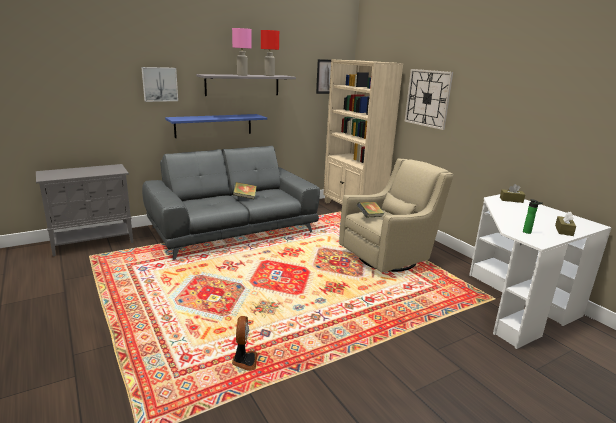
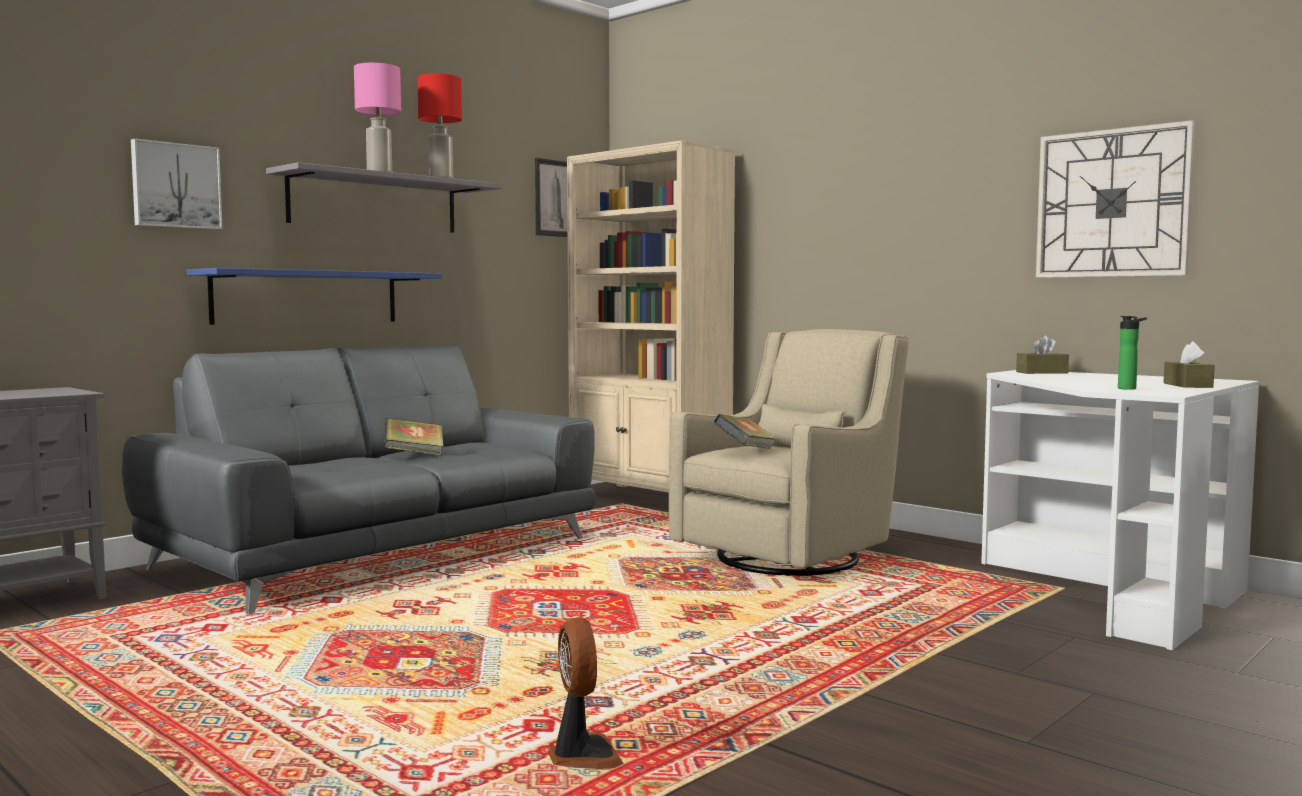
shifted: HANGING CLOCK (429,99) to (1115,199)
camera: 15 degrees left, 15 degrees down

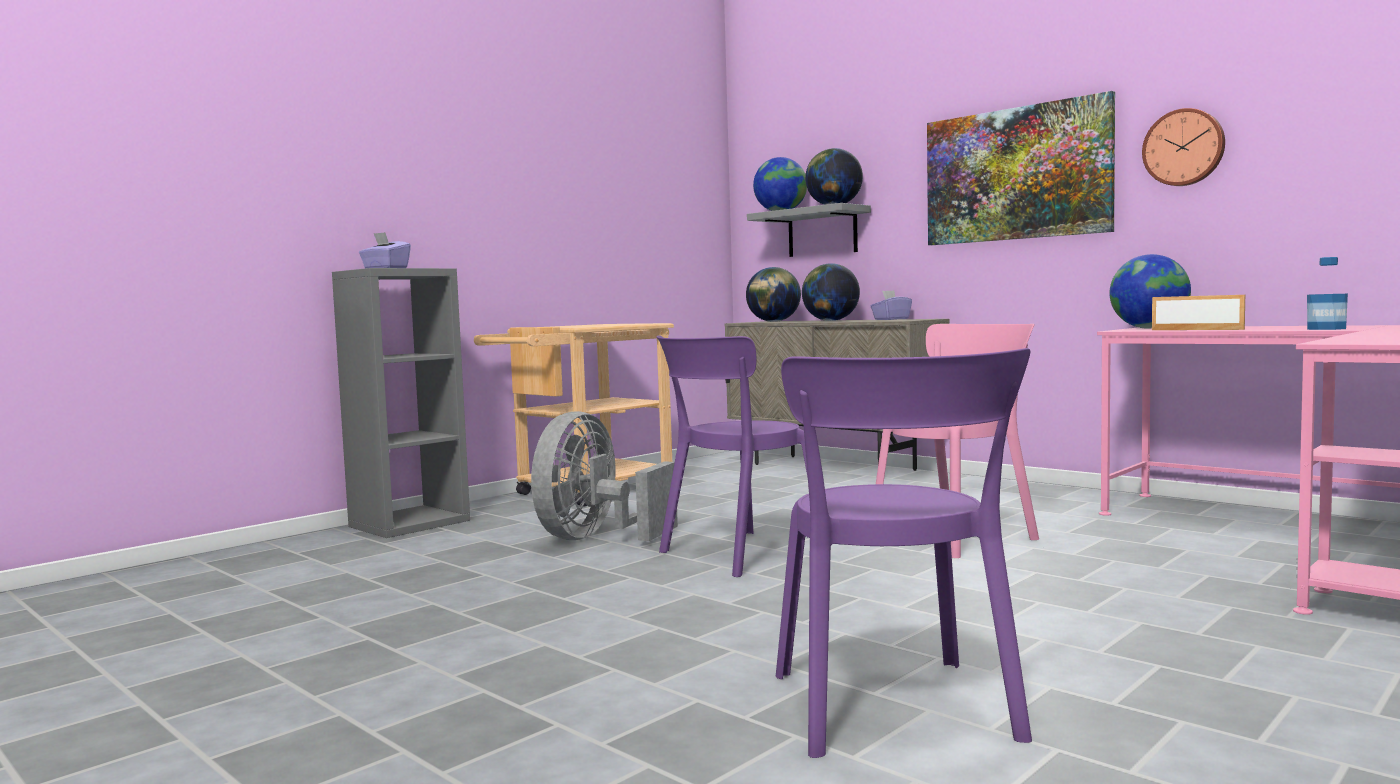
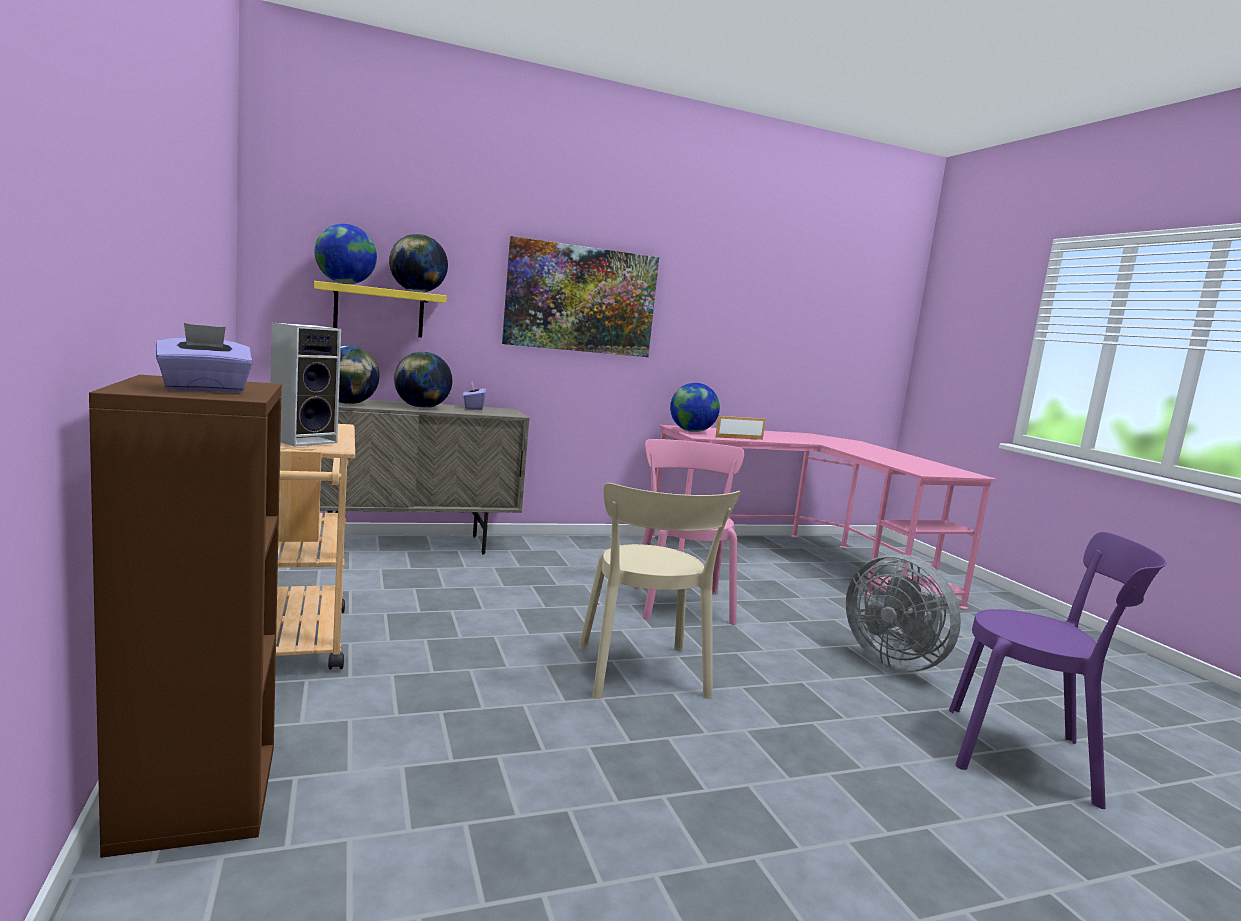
gone: HANGING CLOCK (1183,147); BEVERAGE BOTTLE (1327,293)
new: AUDIO SPEAKER (306,384)
shifted: GREYISH COOLING FAN (604,476) to (903,613)
repainted: GREYISH BOOKCASE (401,403) to BROWN BOOKCASE (185,616); PURPLE PLAIN CHAIR (732,456) to BEIGE PLAIN CHAIR (659,591); GREYISH SHELF (809,230) to YELLOWISH SHELF (380,309)
camera: 65 degrees left, 5 degrees up

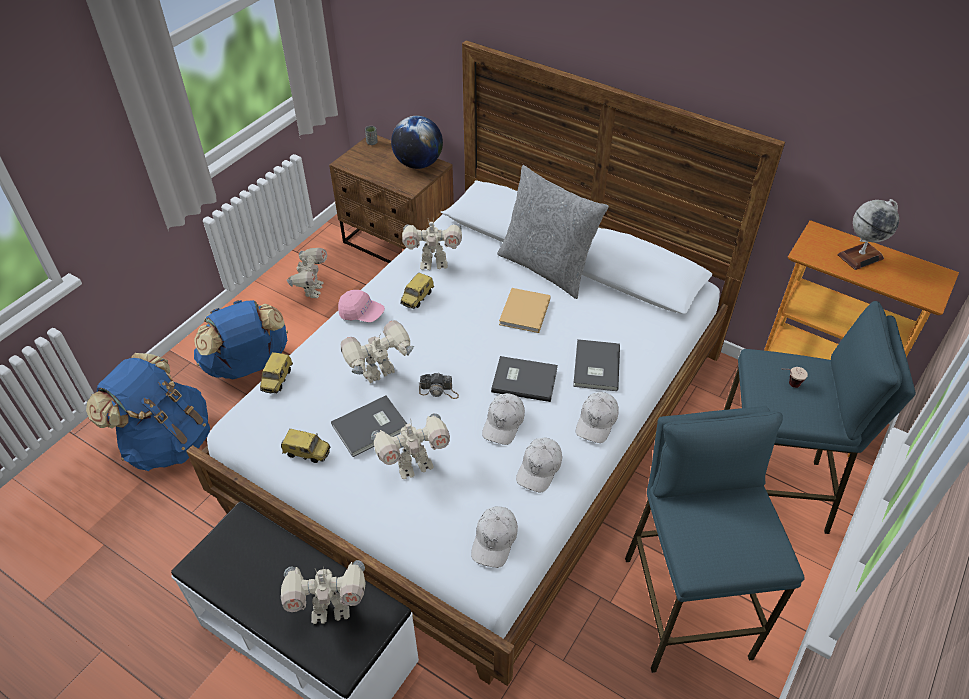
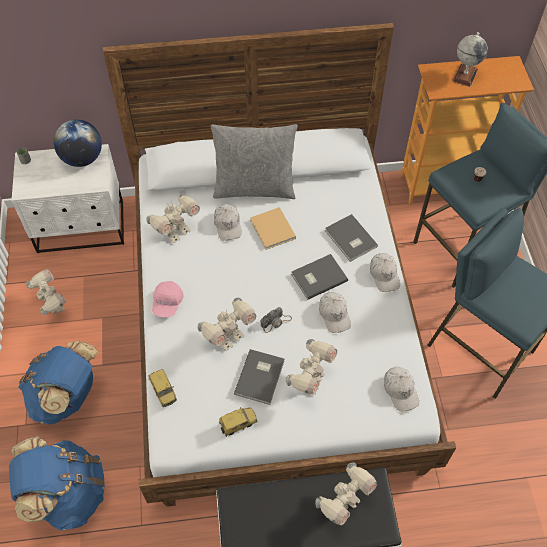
gone: MODEL CAR (417,291)
shifted: WHITE PEAKED CAP (539,465) to (228,222)
repainted: BROWN BEDSIDE TABLE (391,199) to WHITE BEDSIDE TABLE (67,198)
rotated: PINK PEAKED CAP (361,306) = (168,299) 120 degrees clockwise; MODEL ROBOT (377,351) = (227,324) 150 degrees counterclockwise
camera: 40 degrees left, 10 degrees up

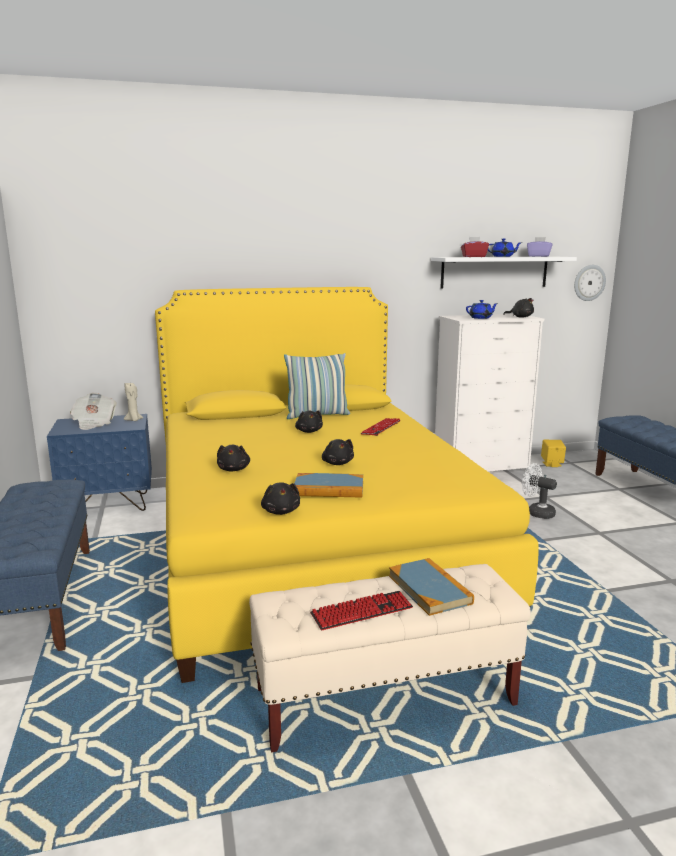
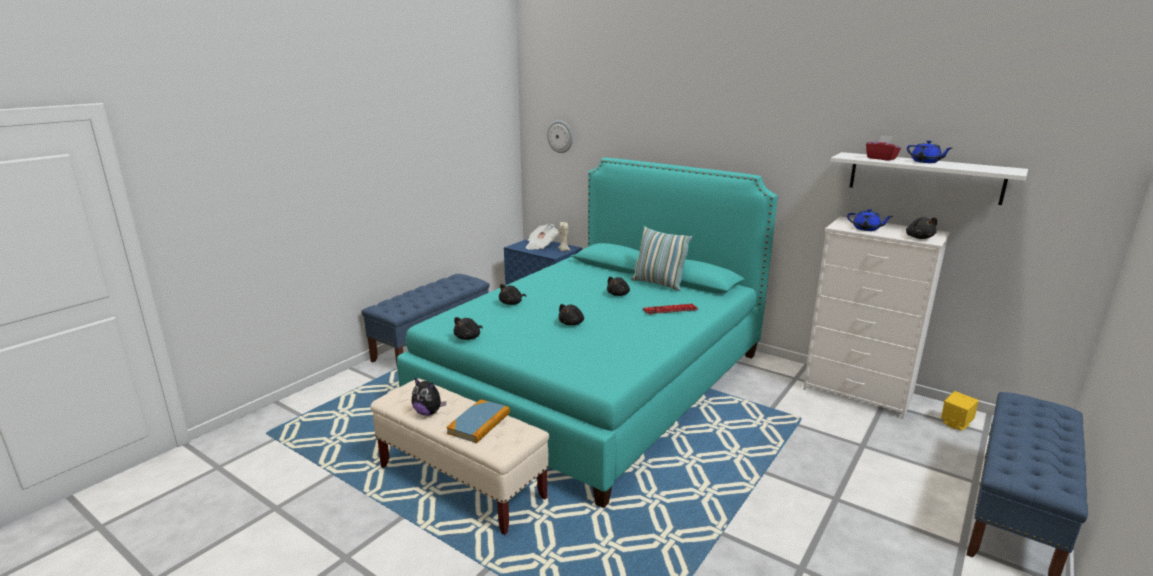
gone: BOUND BOOK (328,485); WHITE COOLING FAN (539,491); PURPLE BOX OF TISSUES (540,247)
shifted: HANGING CLOCK (590,283) to (560,136)
swapped: KEYBOARD (361,610) to PLUSH TOY (429,397)
repainted: YELLOWISH BED (347,485) to BLUE-GREEN BED (587,333)
camera: 50 degrees right, 5 degrees up

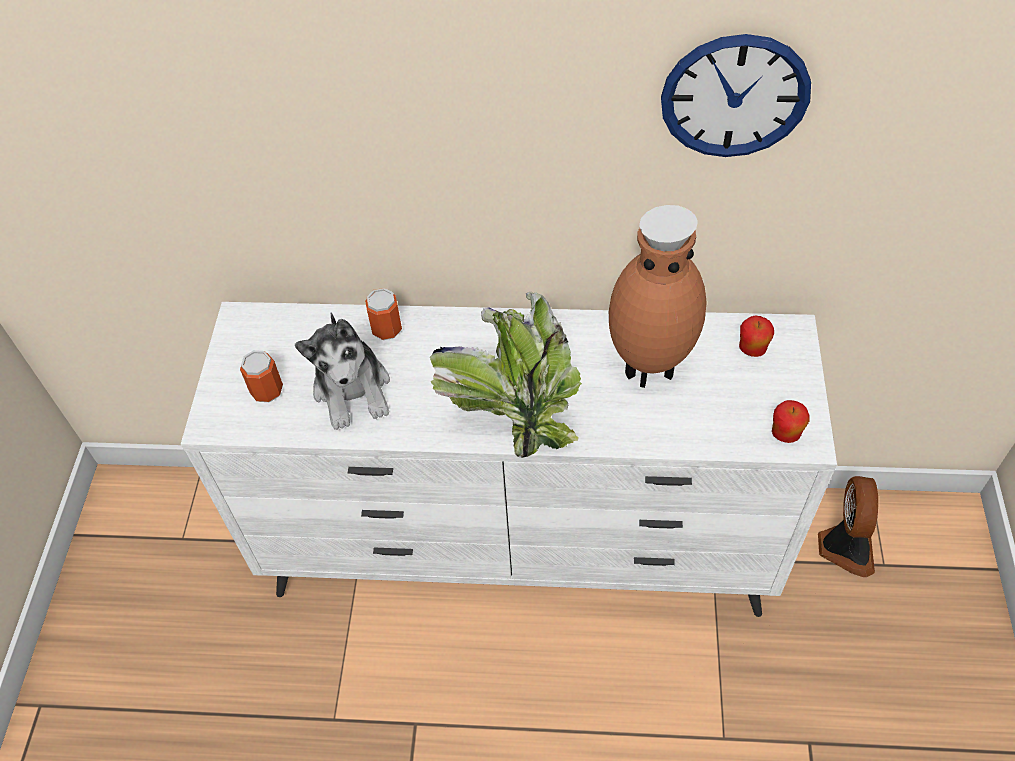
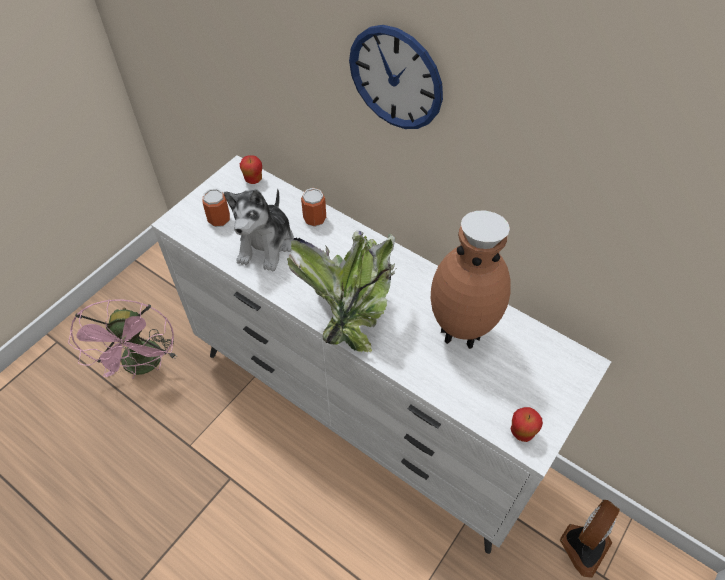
new: PINK COOLING FAN (122,339)
shifted: HANGING CLOCK (736,95) to (396,77); APPLE FRUIT (756,336) to (251,169)
camera: 30 degrees right, 0 degrees up

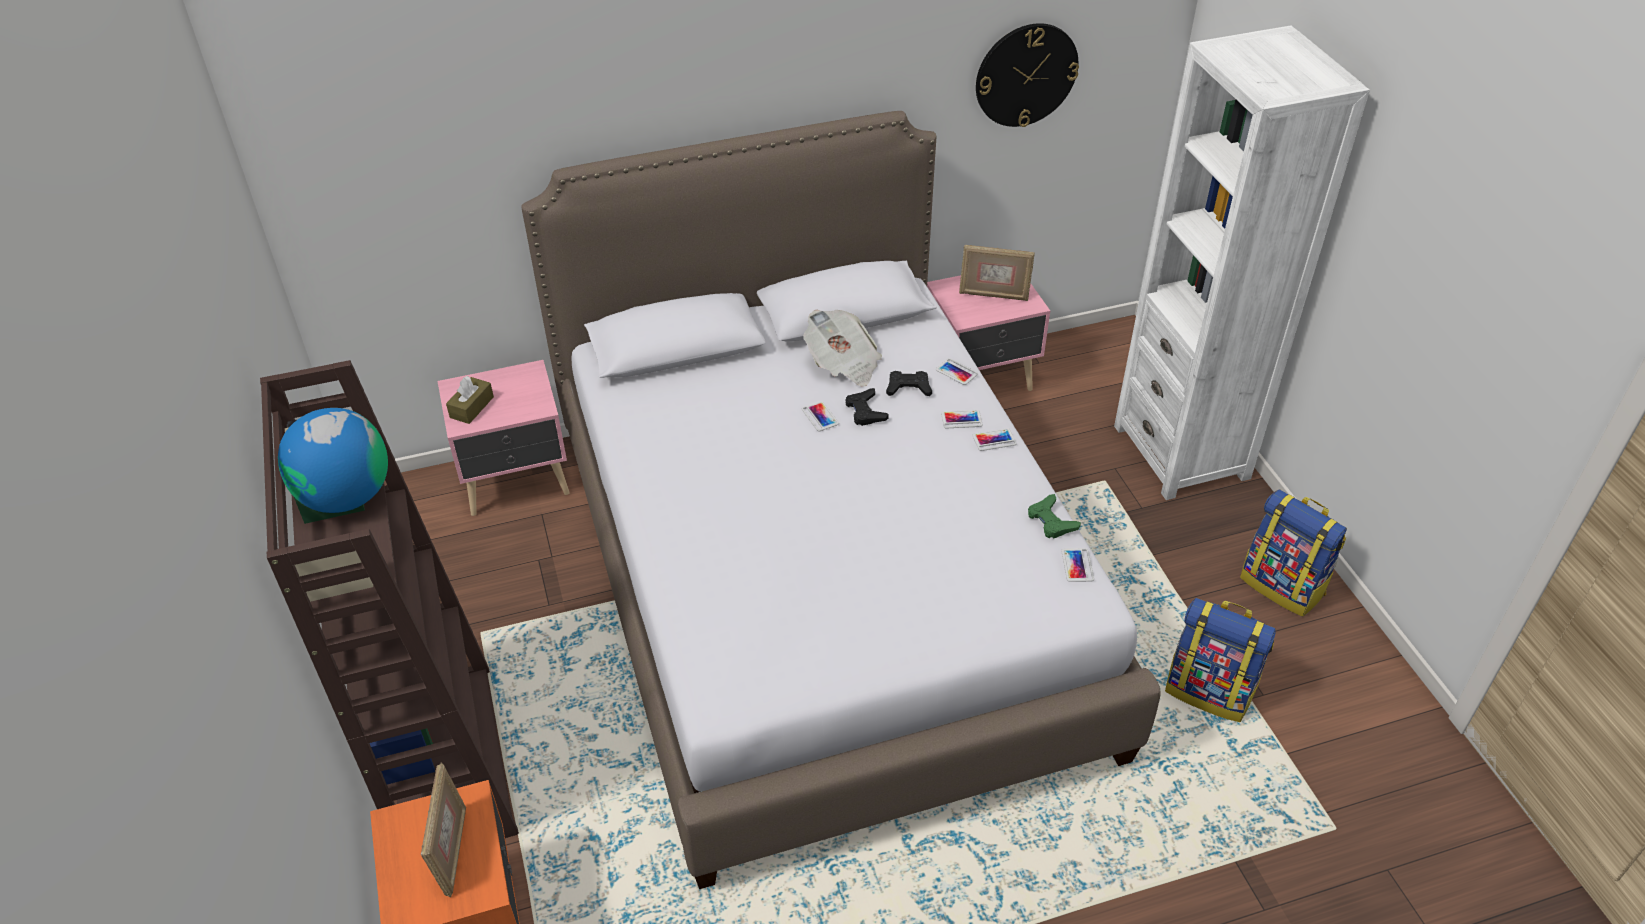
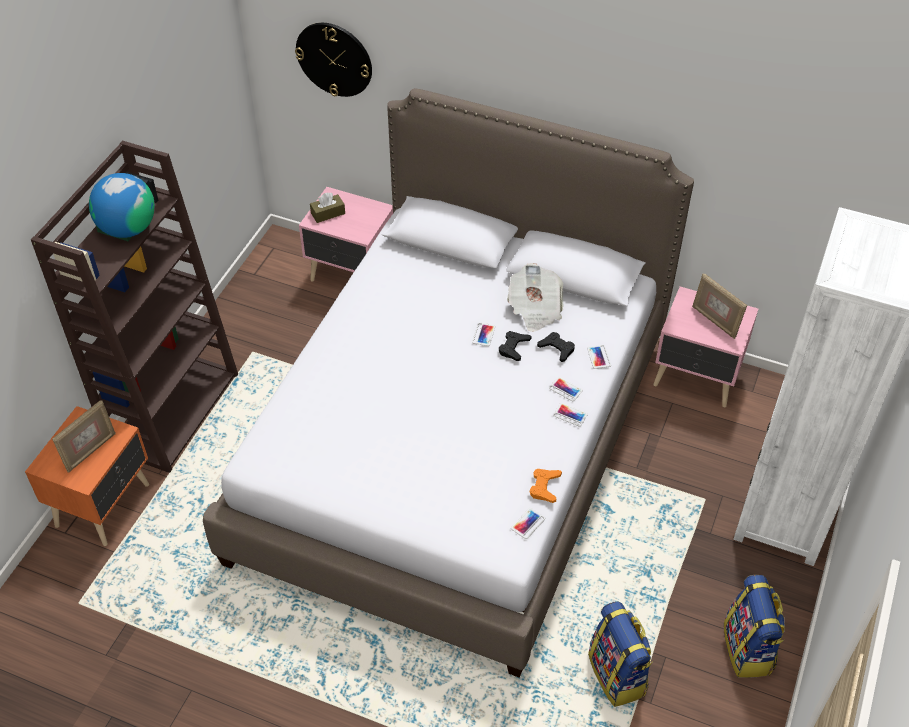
shifted: HANGING CLOCK (1027,75) to (333,60)
repainted: GREEN-COLOURED GAME CONTROLLER (1054,516) to ORANGEY GAME CONTROLLER (546,486)
camera: 40 degrees right, 5 degrees up

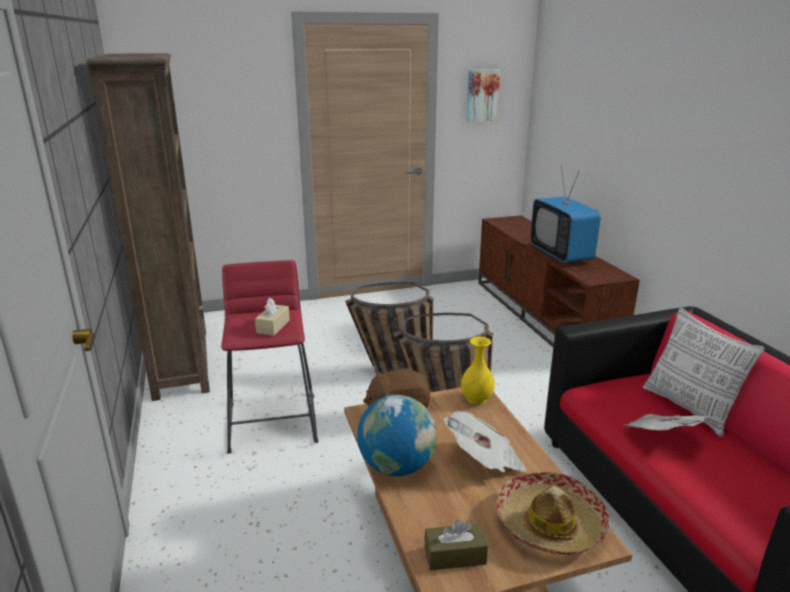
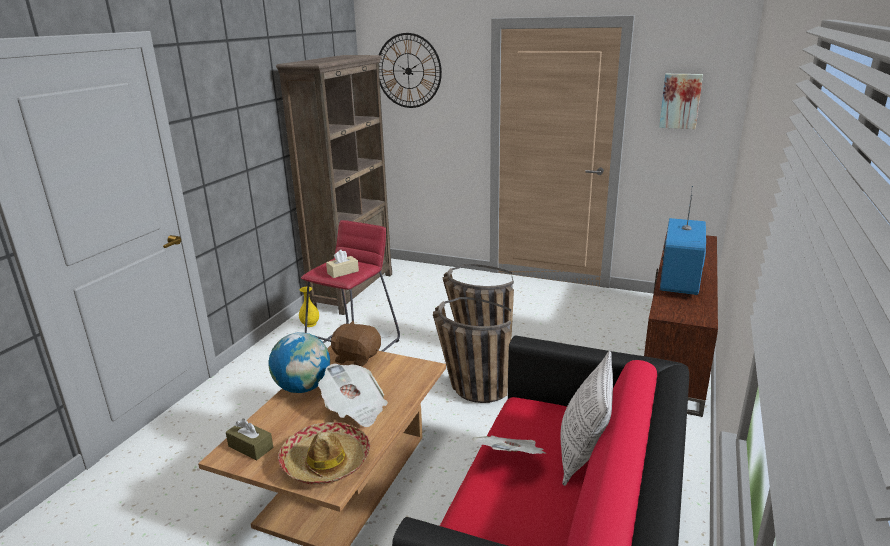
new: HANGING CLOCK (410,70)
shifted: YELLOWISH FLOWER VASE (478,371) to (309,307)
camera: 40 degrees right, 0 degrees up

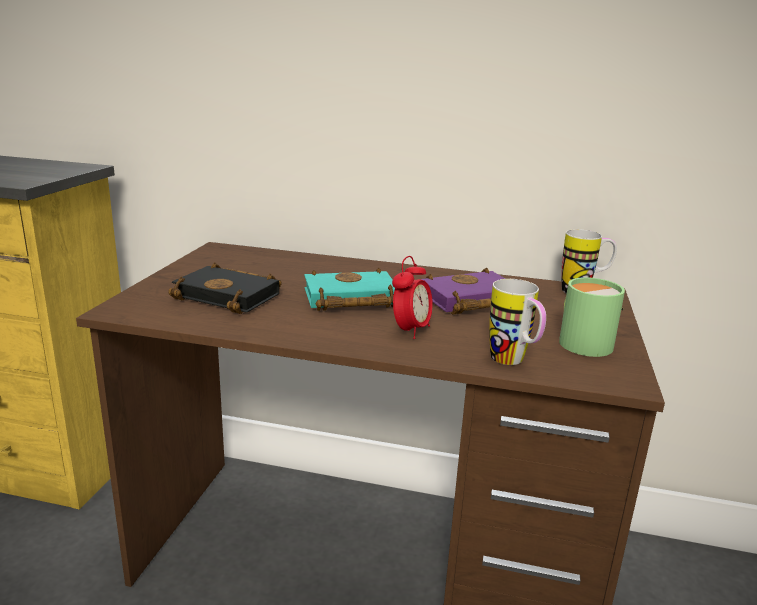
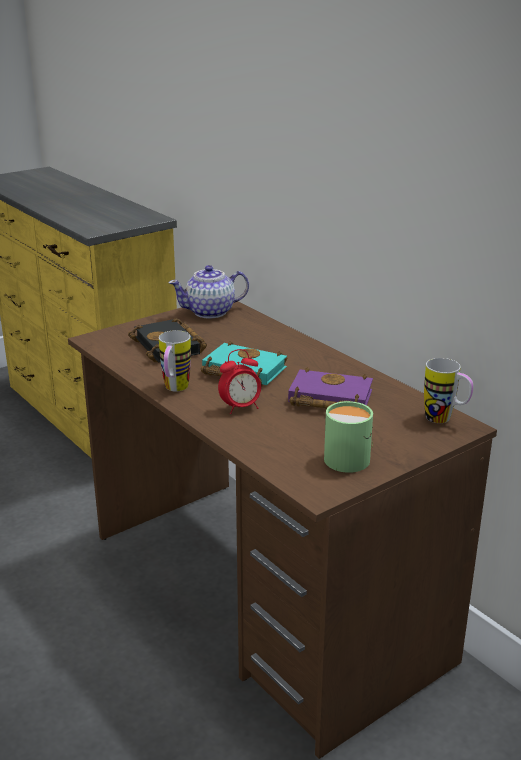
new: TEAPOT (208,292)
shifted: TEA MUG (517,322) to (175,361)
camera: 40 degrees right, 5 degrees up

